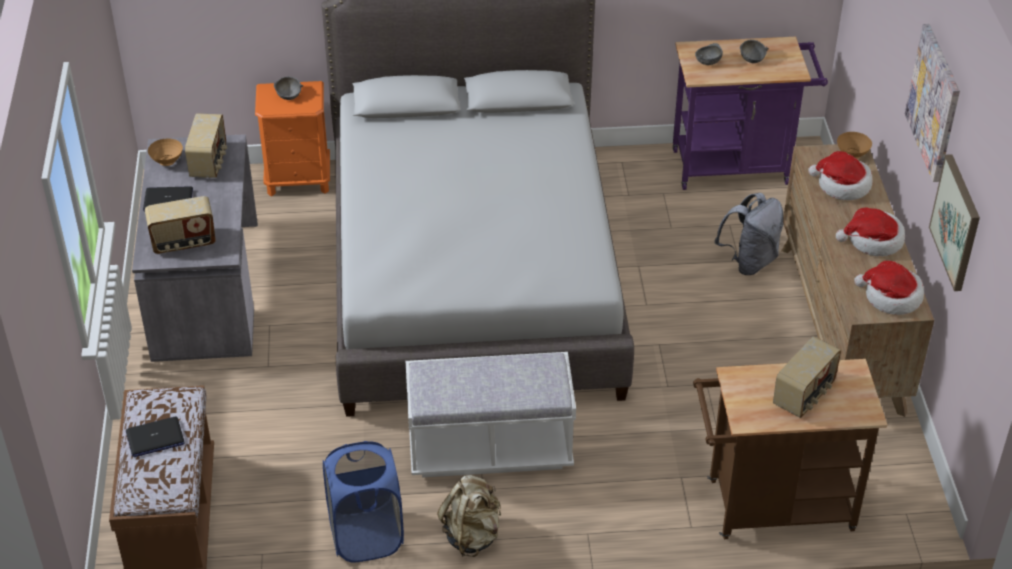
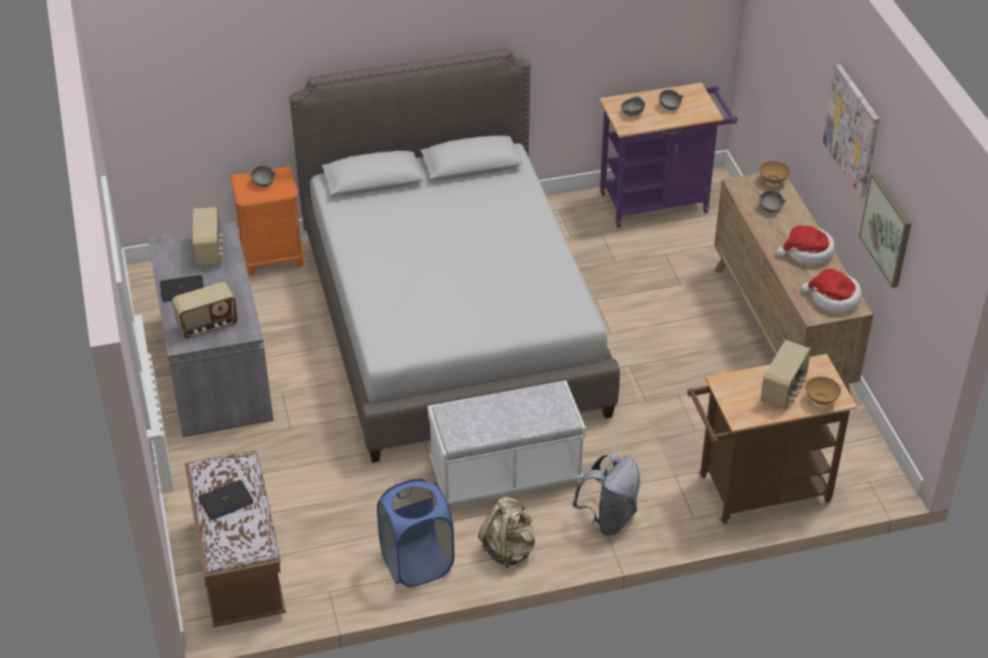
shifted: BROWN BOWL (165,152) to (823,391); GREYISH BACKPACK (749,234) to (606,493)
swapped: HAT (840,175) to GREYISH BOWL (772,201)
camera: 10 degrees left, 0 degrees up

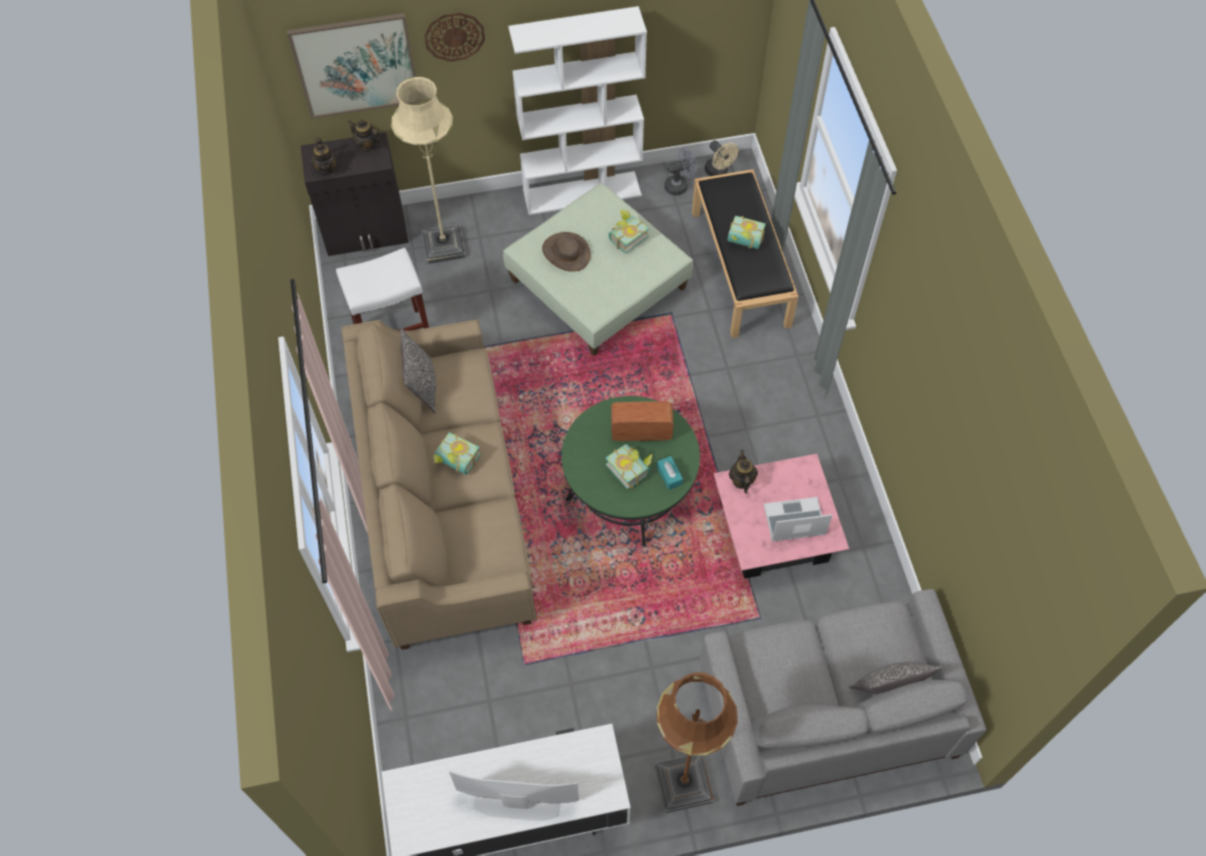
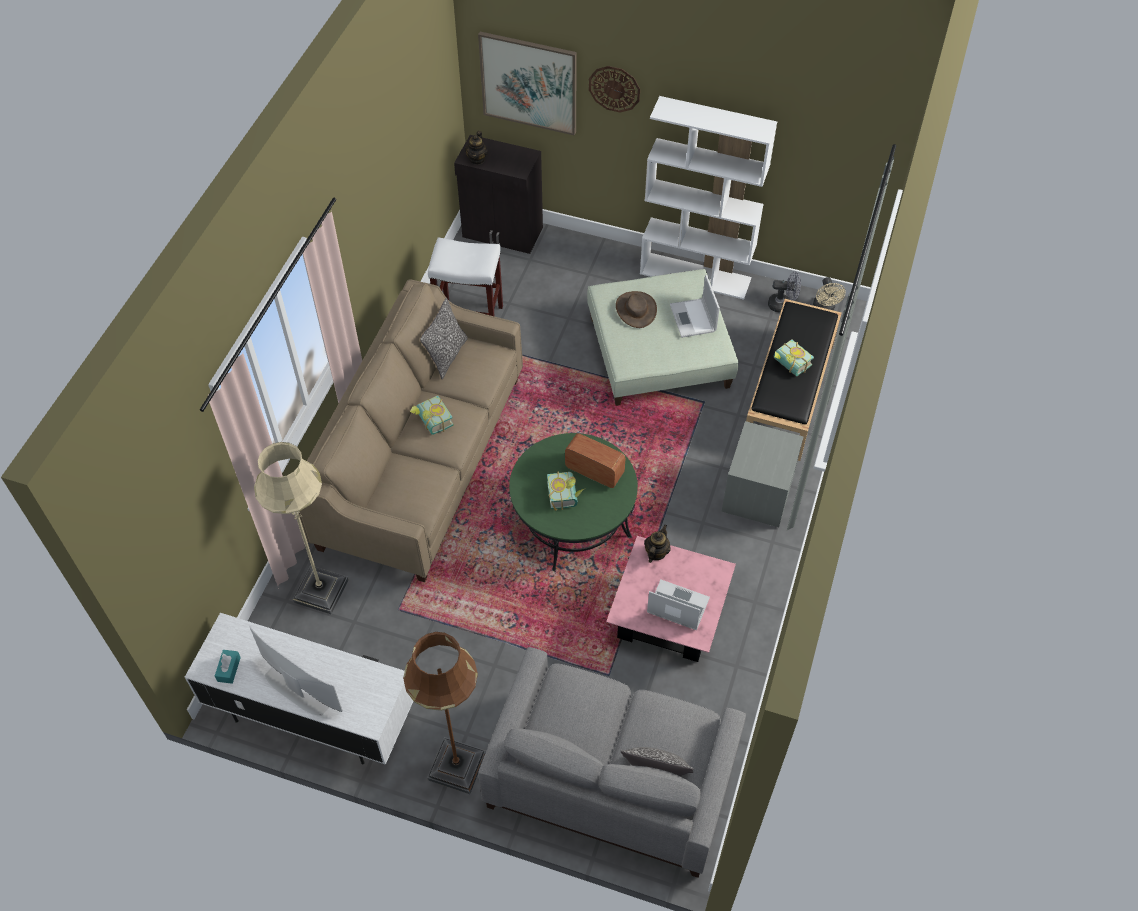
gone: TEAPOT (365,136)
new: GREYISH BEDSIDE TABLE (762,474)
shifted: BEIGE STANDING LAMP (428,170) to (301,528); BLUE-GREEN BOX OF TISSUES (670,473) to (228,667)
swapped: BOUND BOOK (629,231) to LAPTOP (695,306)
camera: 30 degrees right, 5 degrees down

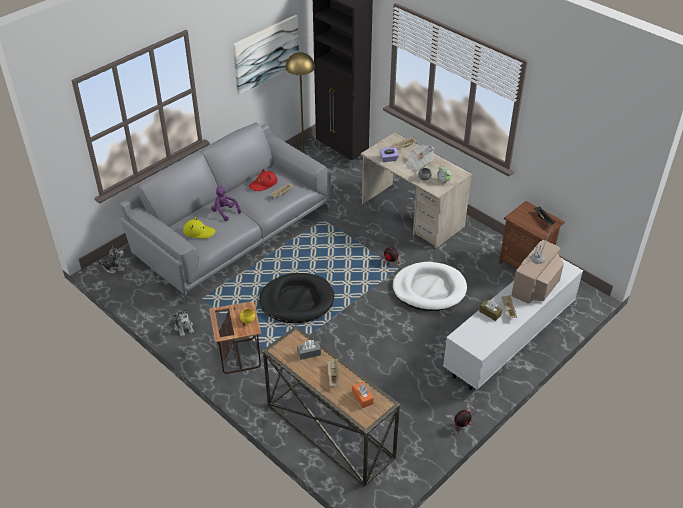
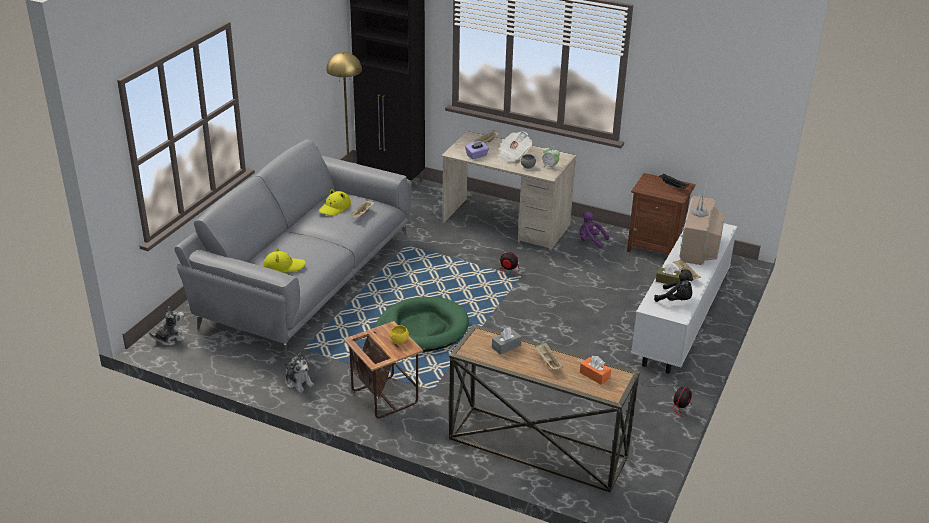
gone: WALL ART (266,55); WHITE DOG CUSHION (429,286)
new: BLACK-COLOURED PLUSH TOY (673,285)
shifted: PURPLE PLUSH TOY (226,204) to (594,229)
repainted: RED-COLOURED HAT (263,180) to YELLOWISH HAT (335,202); BLACK-COLOURED DOG CUSHION (297,298) to GREEN-COLOURED DOG CUSHION (422,324)
camera: 20 degrees left, 10 degrees down

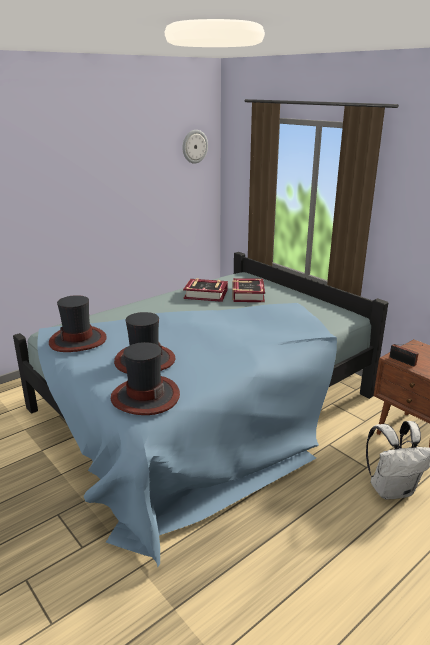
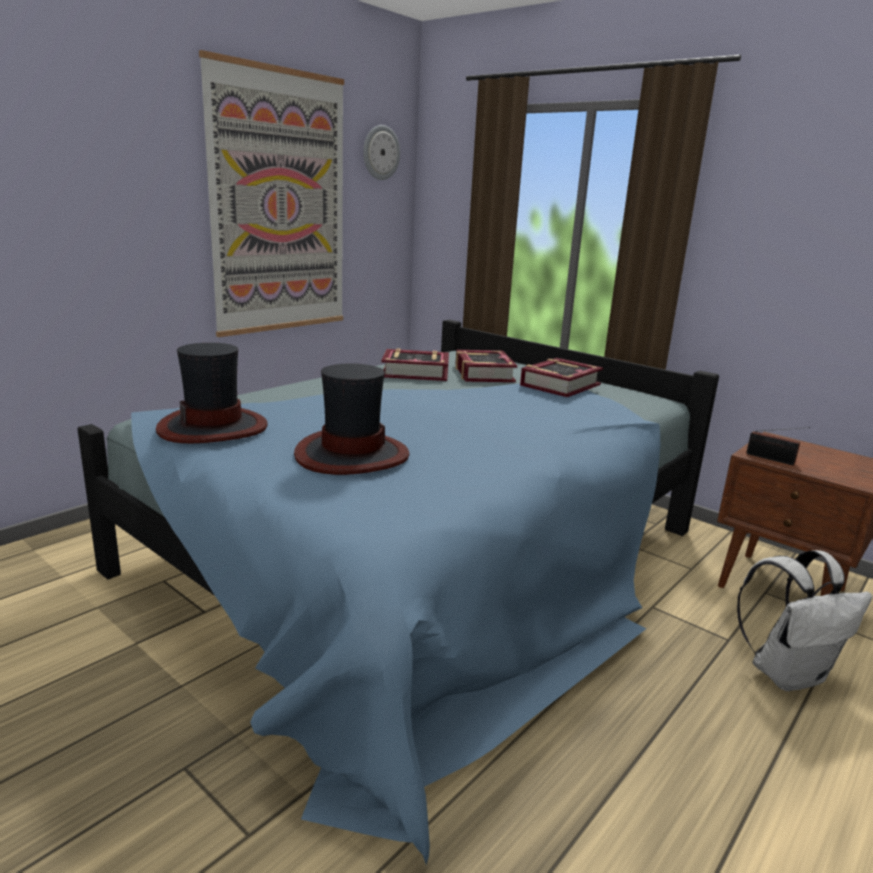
gone: HAT (145,378)
new: WALL ART (271,193); BOUND BOOK (561,377)
camera: 10 degrees left, 5 degrees down

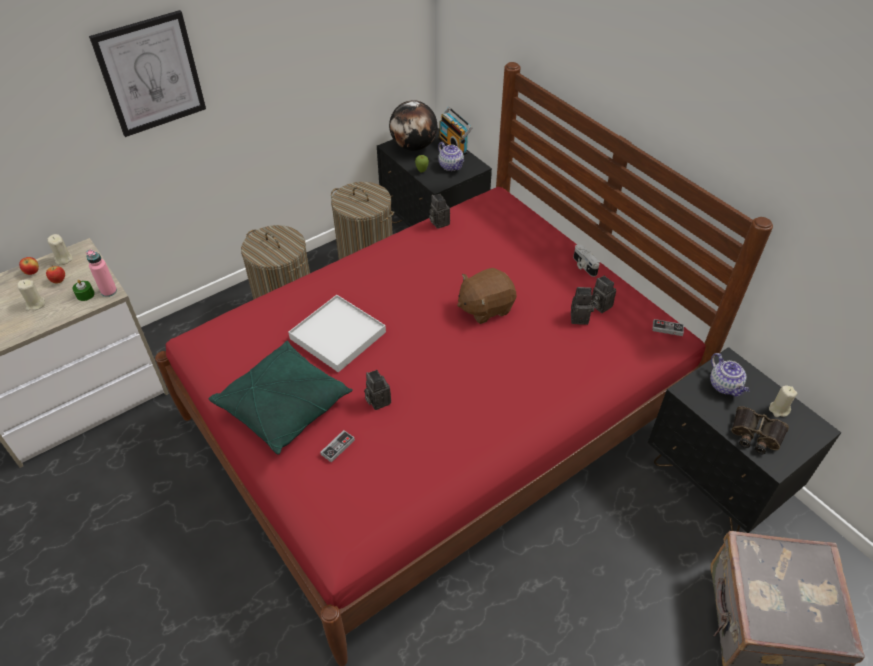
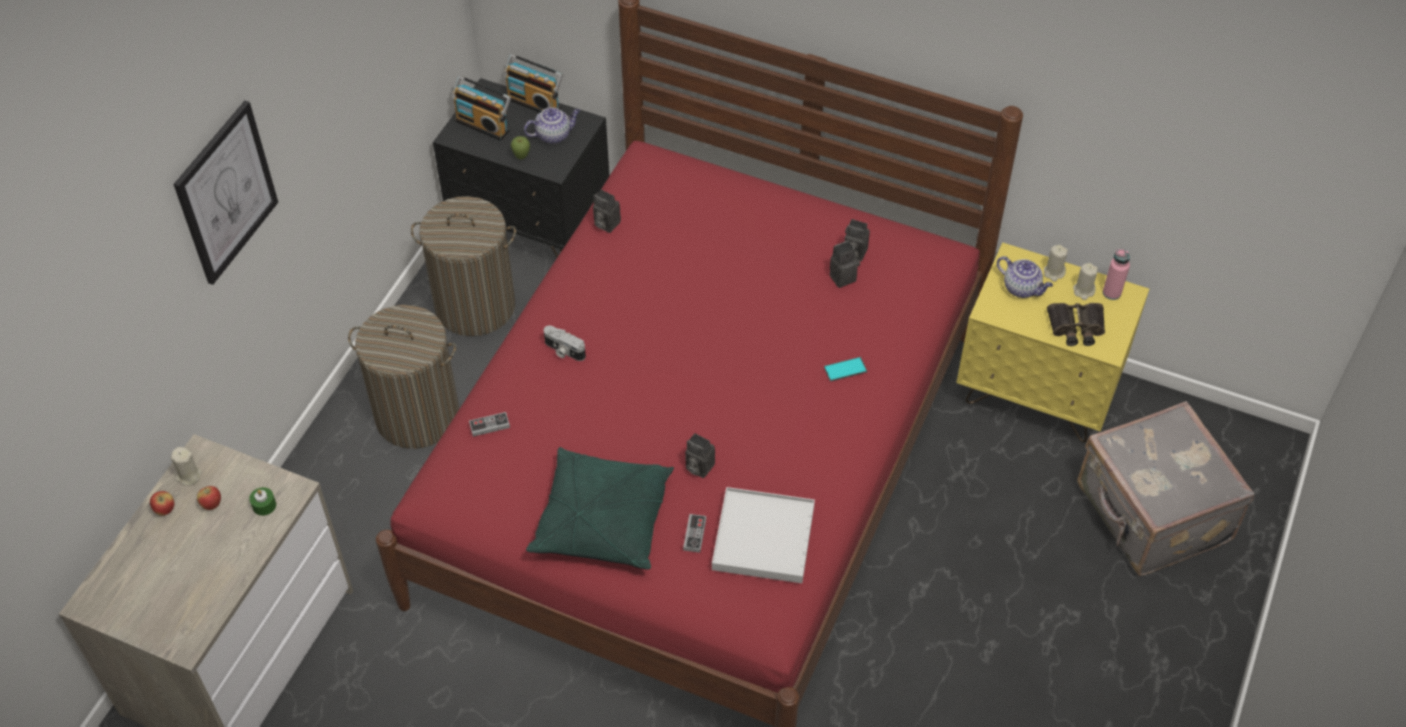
gone: BROWN PLUSH TOY (486,296)
new: TELEPHONE (845,369)
shifted: BEIGE WAX LIGHT (31,295) to (1056,263); PINK BEVERAGE BOTTLE (101,273) to (1116,274); WHITE CARRYING TRAY (337,333) to (763,535); STILL CAMERA (586,260) to (565,343); GAME CONTROLLER (668,327) to (489,424)
swapped: WORLD GLOBE (413,125) to RADIO SET (482,108)
repainted: BLACK-COLOURED BEDSIDE TABLE (744,440) to YELLOWISH BEDSIDE TABLE (1052,342)
rotated: TEAPOT (451,156) = (552,125) 45 degrees counterclockwise
camera: 30 degrees left, 5 degrees up

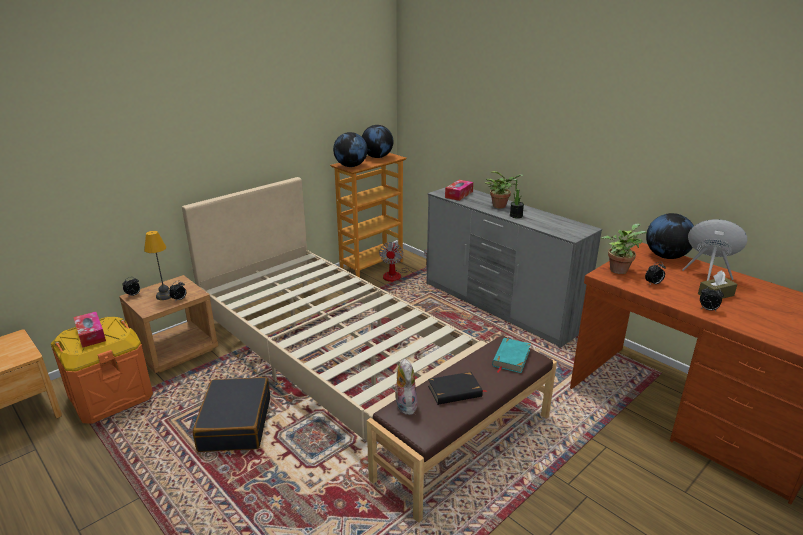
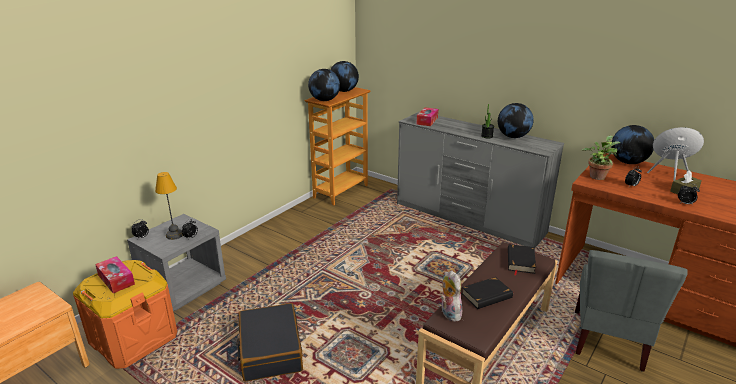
gone: BEIGE BED (334,312); COOLING FAN (403,262); PLANT IN A POT (504,189)
new: WORLD GLOBE (516,120); GREYISH PLAIN CHAIR (631,311)
repainted: BROWN BEDSIDE TABLE (168,324) to GREYISH BEDSIDE TABLE (176,262); BLUE-GREEN BOUND BOOK (511,355) to BLACK-COLOURED BOUND BOOK (522,259)
camera: 10 degrees left, 0 degrees up

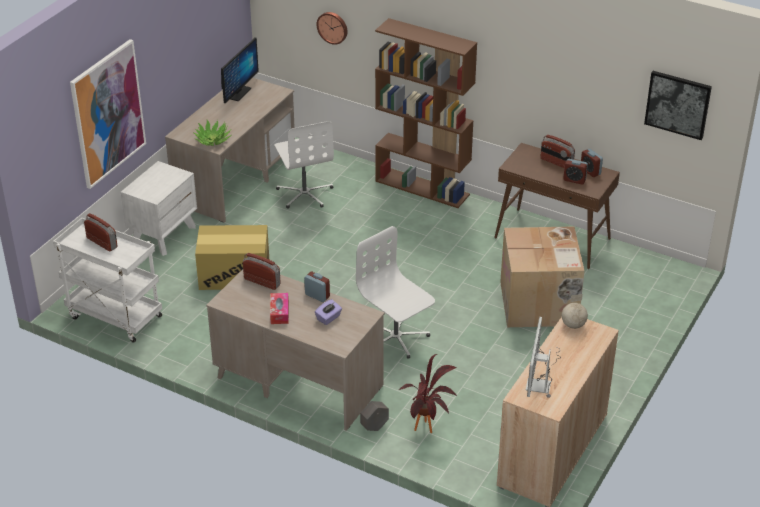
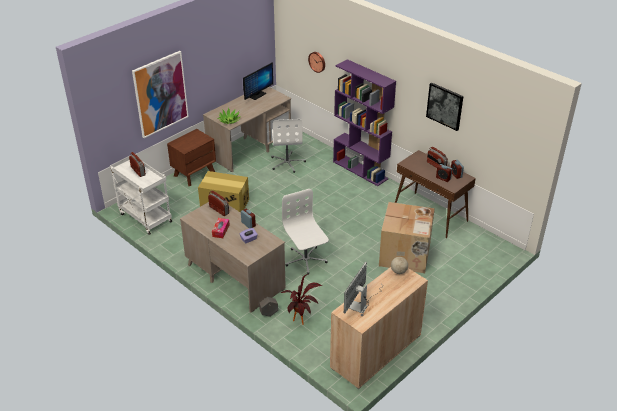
shifted: WALL ART (678,105) to (445,106)
repainted: WHITE BEDSIDE TABLE (159,208) to BROWN BEDSIDE TABLE (191,157); BROWN BOOKCASE (426,113) to PURPLE BOOKCASE (364,122)
camera: 15 degrees right, 0 degrees up

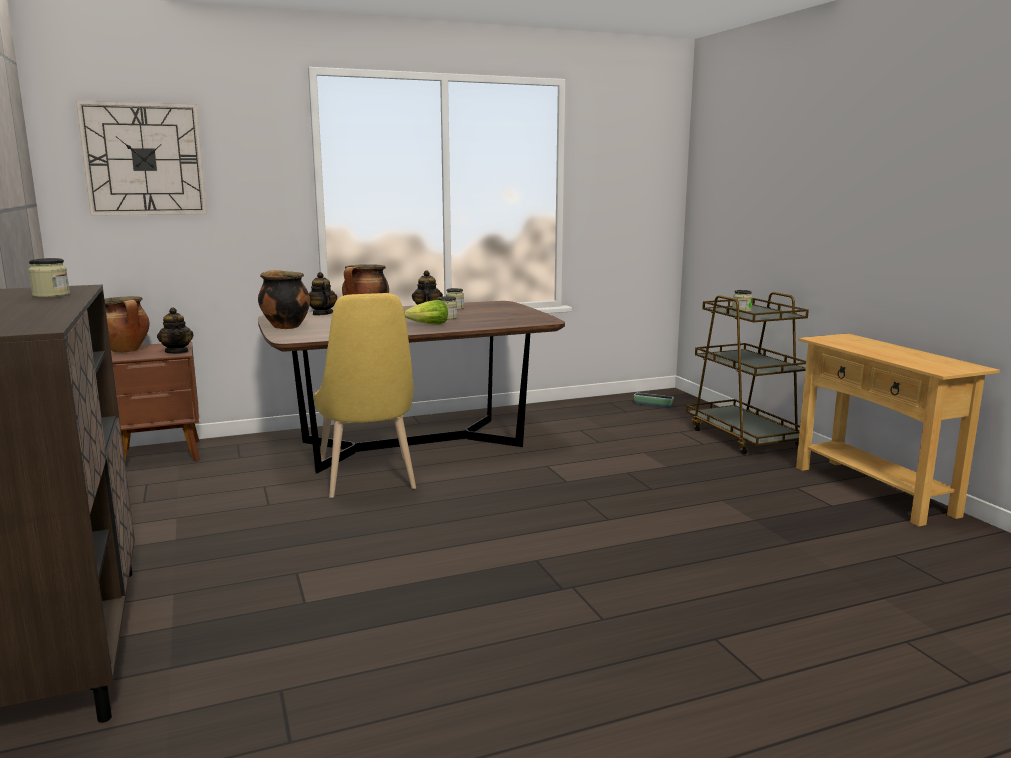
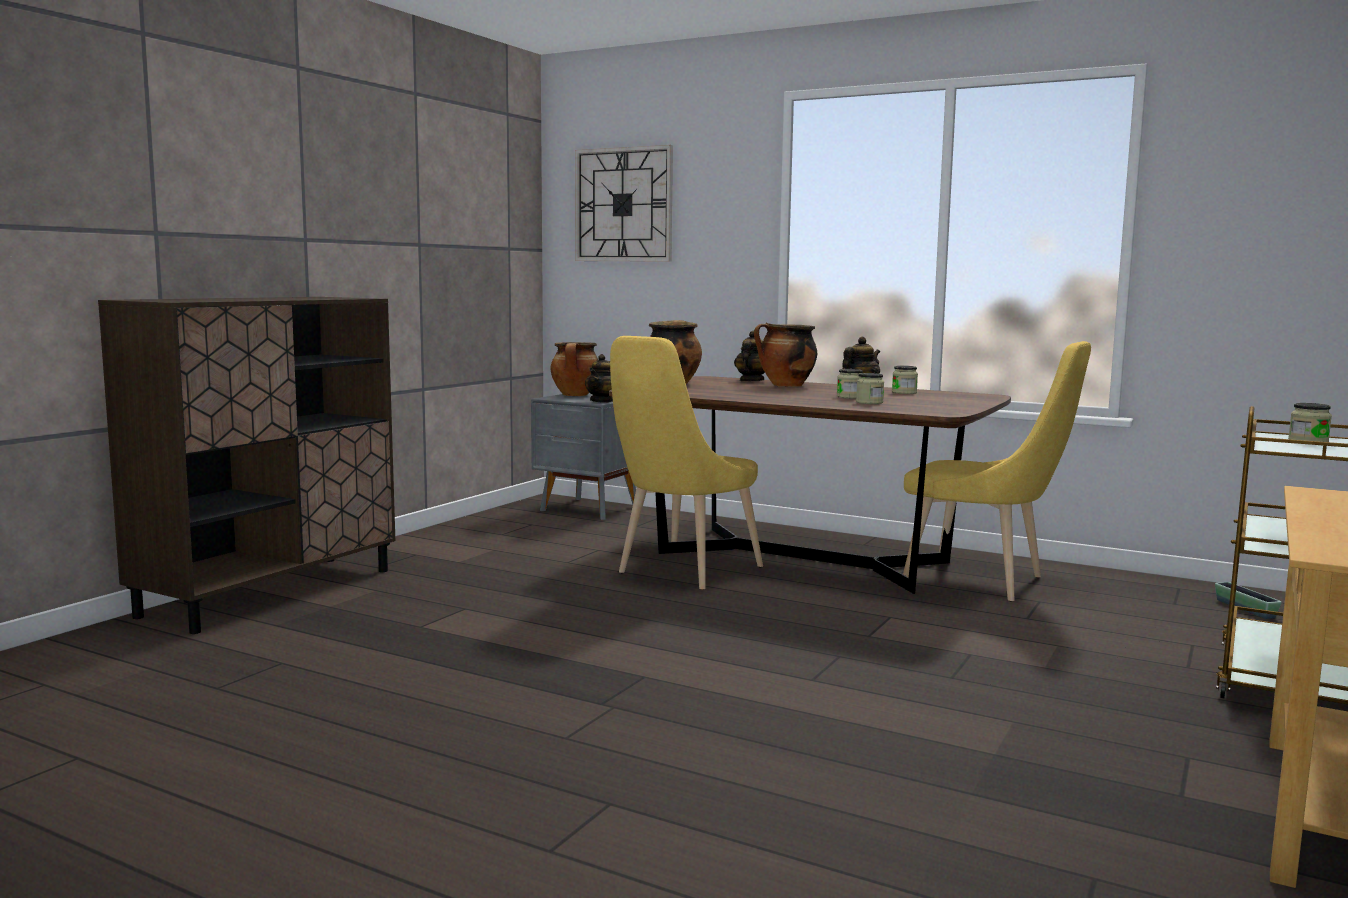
gone: LETTUCE (426,312)
new: YELLOWISH PLAIN CHAIR (997,471)
shifted: STORAGE JAR (49,278) to (870,388)
repainted: BROWN BEDSIDE TABLE (155,401) to GREYISH BEDSIDE TABLE (583,456)
camera: 50 degrees right, 5 degrees down

